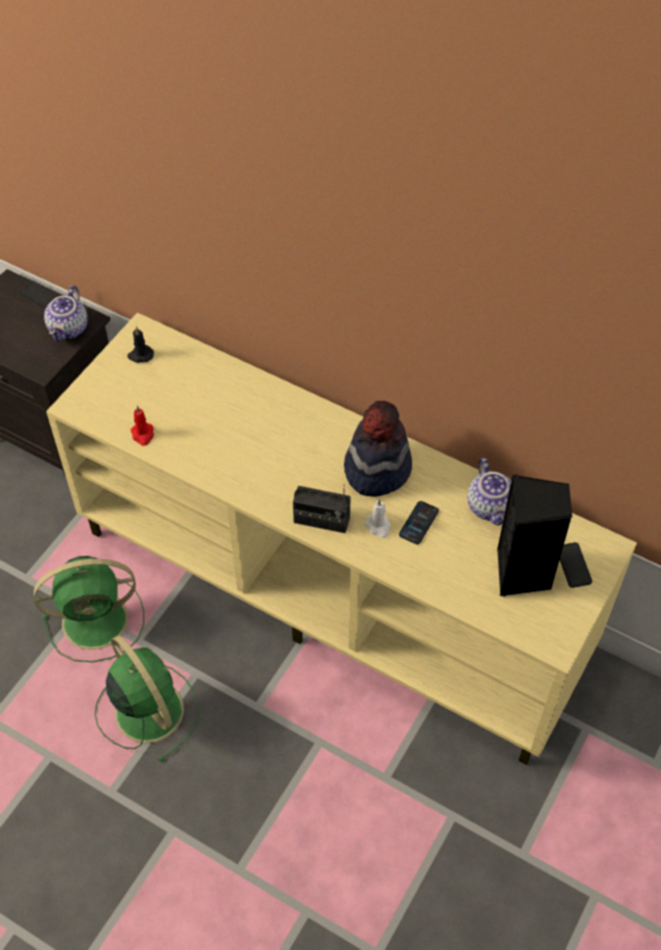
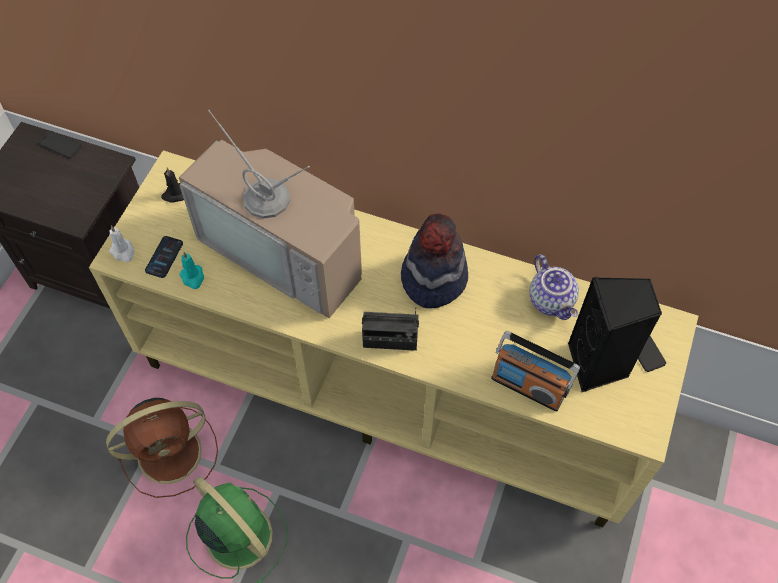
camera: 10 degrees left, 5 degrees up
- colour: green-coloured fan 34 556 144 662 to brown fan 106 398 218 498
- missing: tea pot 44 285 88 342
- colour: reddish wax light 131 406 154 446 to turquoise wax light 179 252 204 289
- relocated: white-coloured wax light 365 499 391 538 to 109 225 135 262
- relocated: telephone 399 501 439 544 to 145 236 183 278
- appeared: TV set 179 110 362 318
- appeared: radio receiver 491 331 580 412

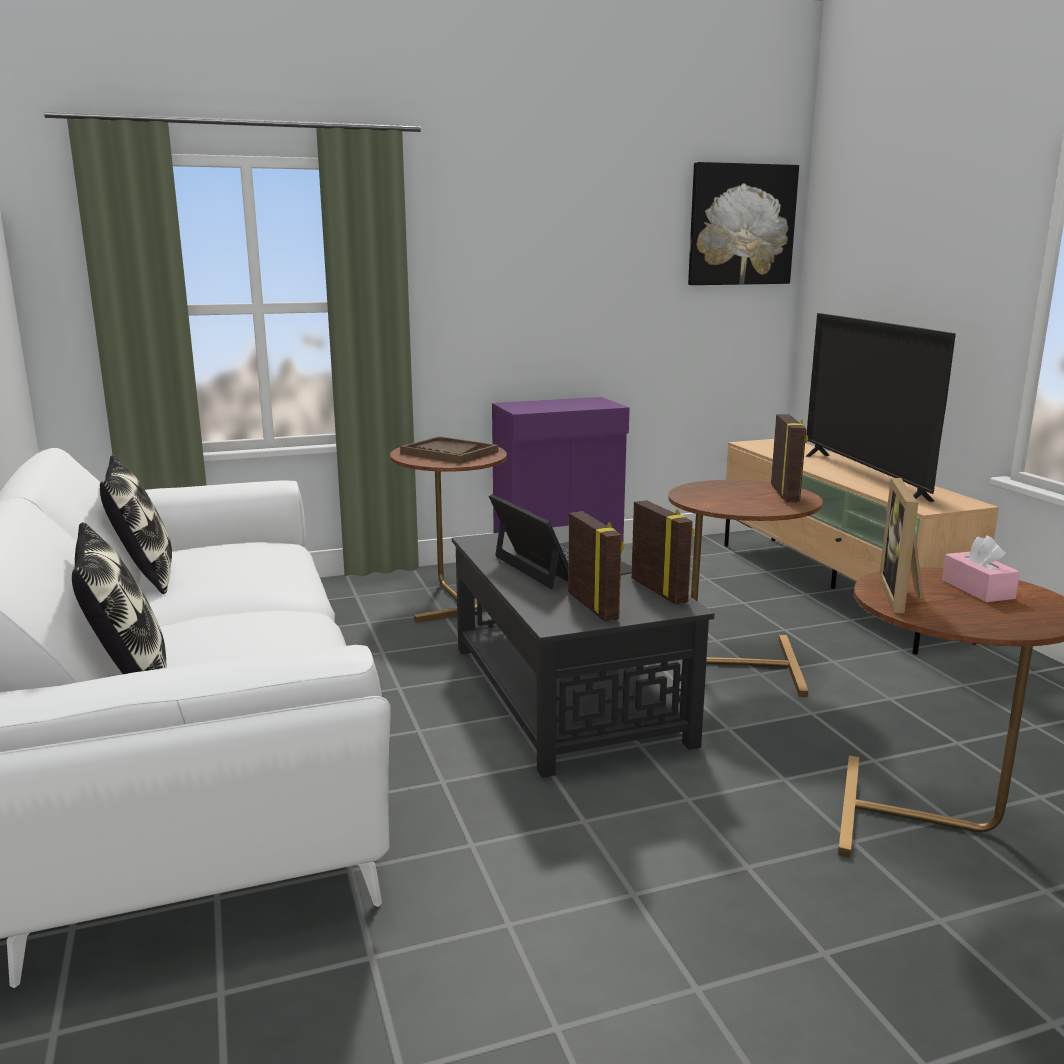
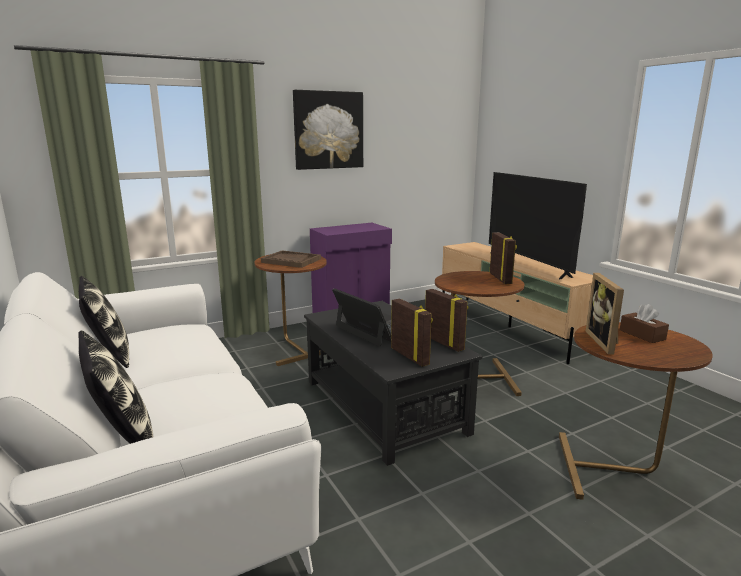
camera: 10 degrees left, 0 degrees up
- relocated: wall art 688 162 799 285 to 293 90 363 170
- colour: pink-coloured box of tissues 942 536 1020 602 to brown box of tissues 620 304 669 343

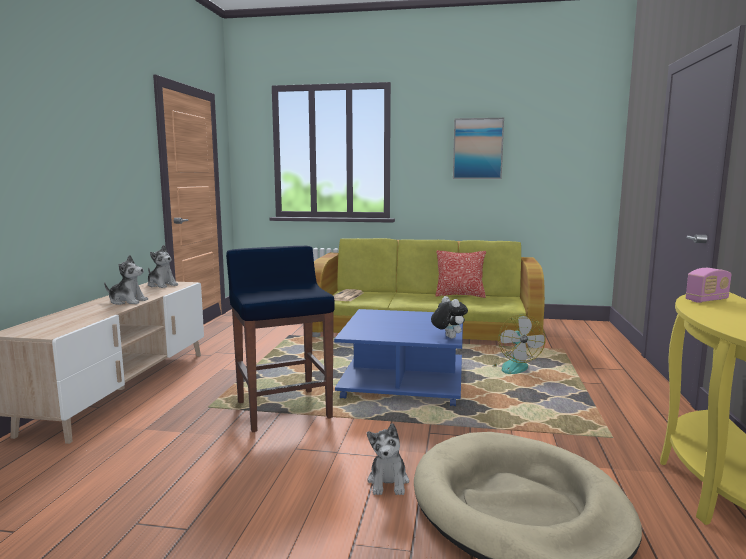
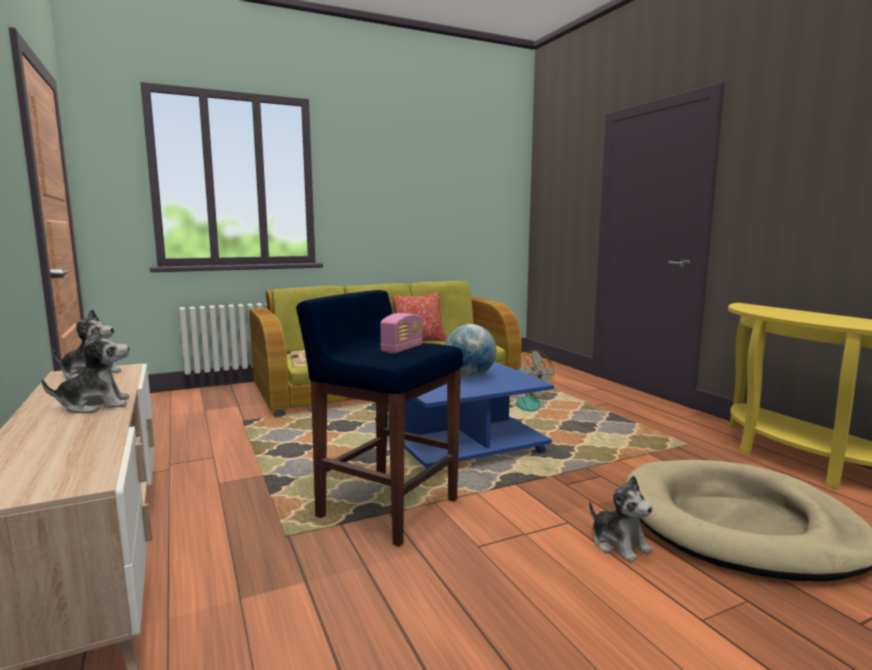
camera: 35 degrees left, 0 degrees up
- missing: cuddly toy 431 296 468 339
- missing: wall art 453 118 504 179
- relocated: radio receiver 686 268 731 303 to 380 313 423 354
- appeared: globe 445 324 496 377

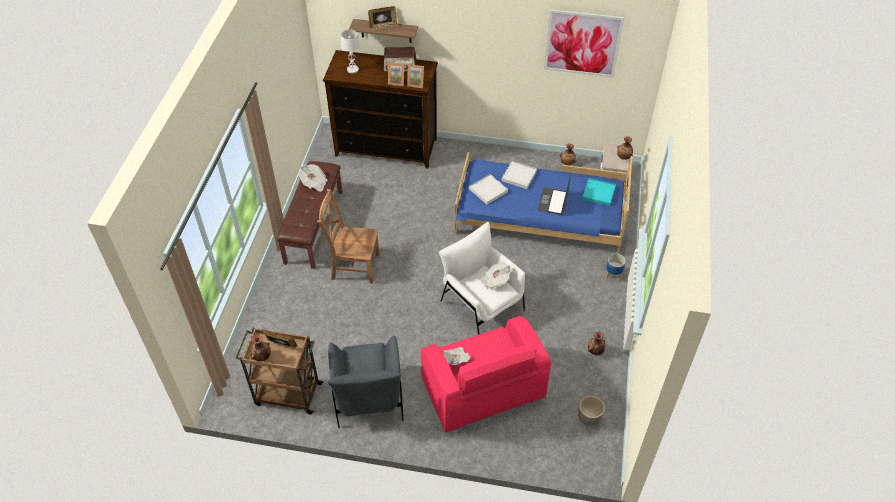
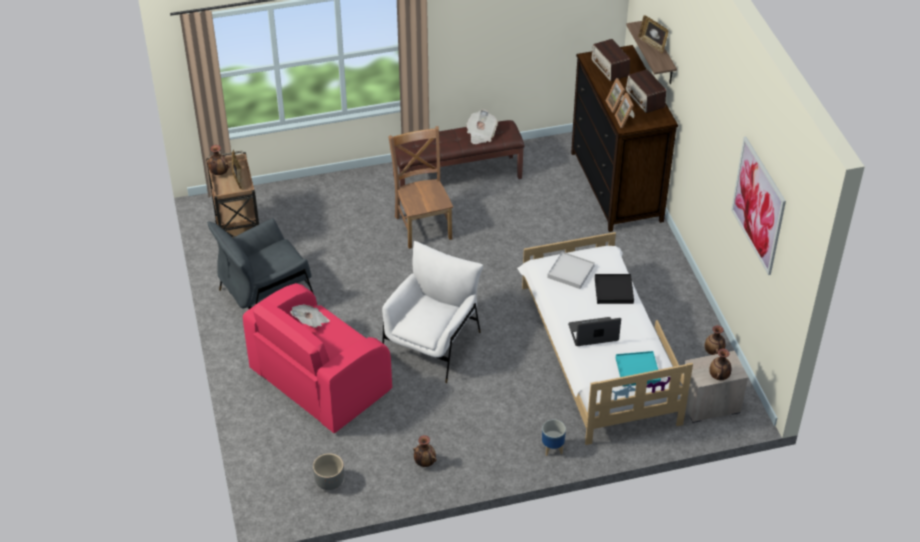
camera: 65 degrees right, 5 degrees down
- exchanged: white-coloured lamp for a table 341 30 360 73 to radio receiver 591 39 630 81
- colour: bluish bedroom bed 454 152 632 254 to white-coloured bedroom bed 517 232 693 445
- missing: daily paper 479 262 512 289
- colour: white-coloured serving tray 501 161 537 189 to black-coloured serving tray 595 274 634 304

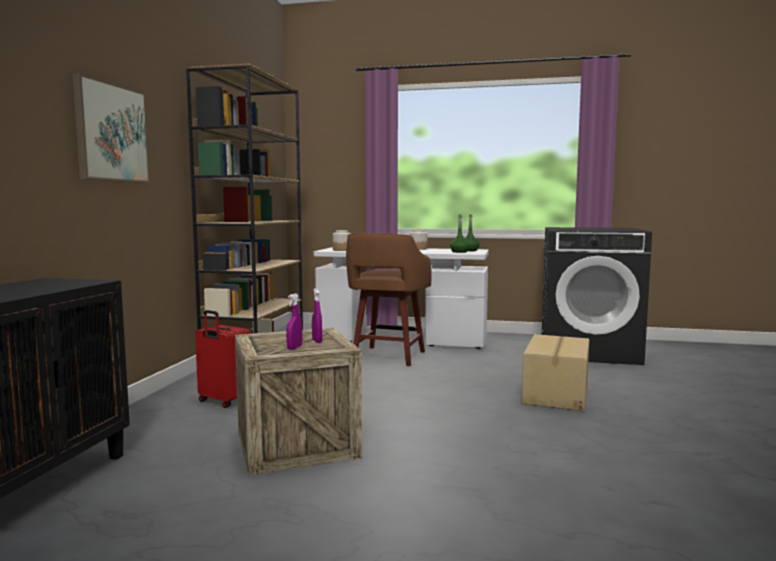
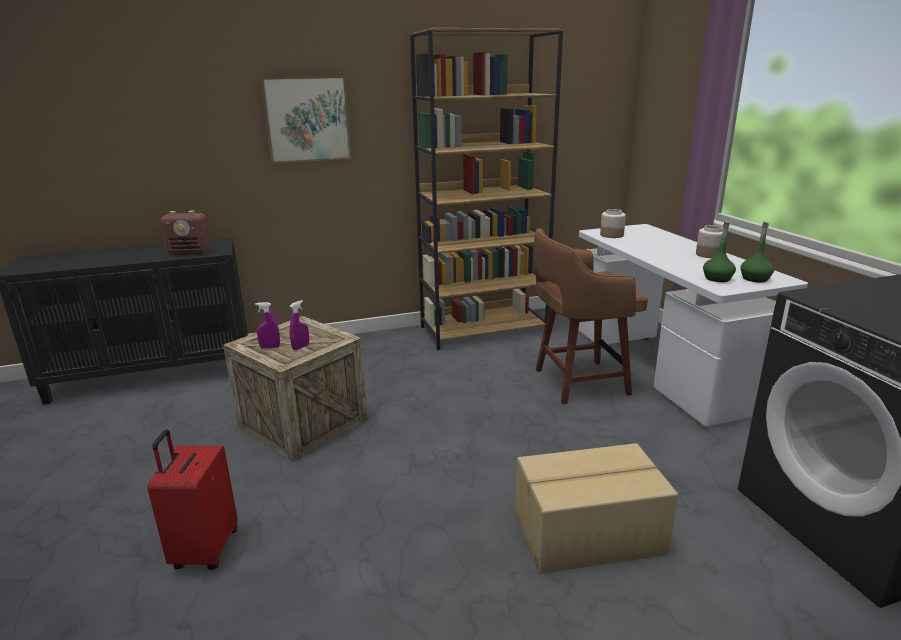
camera: 60 degrees right, 15 degrees up
- relocated: reddish piece of luggage 195 310 251 408 to 147 429 237 570
- appeared: radio receiver 161 210 211 255

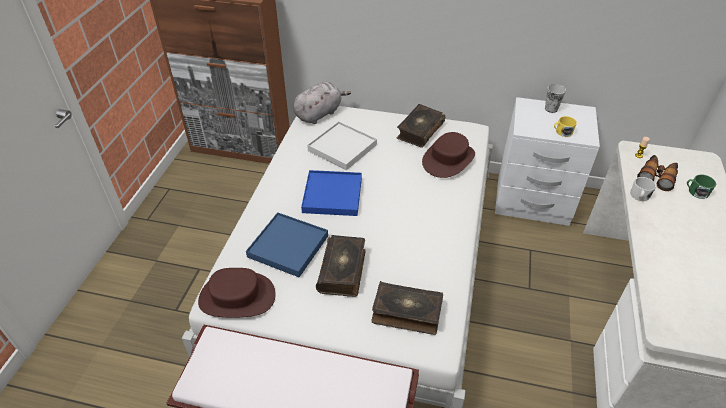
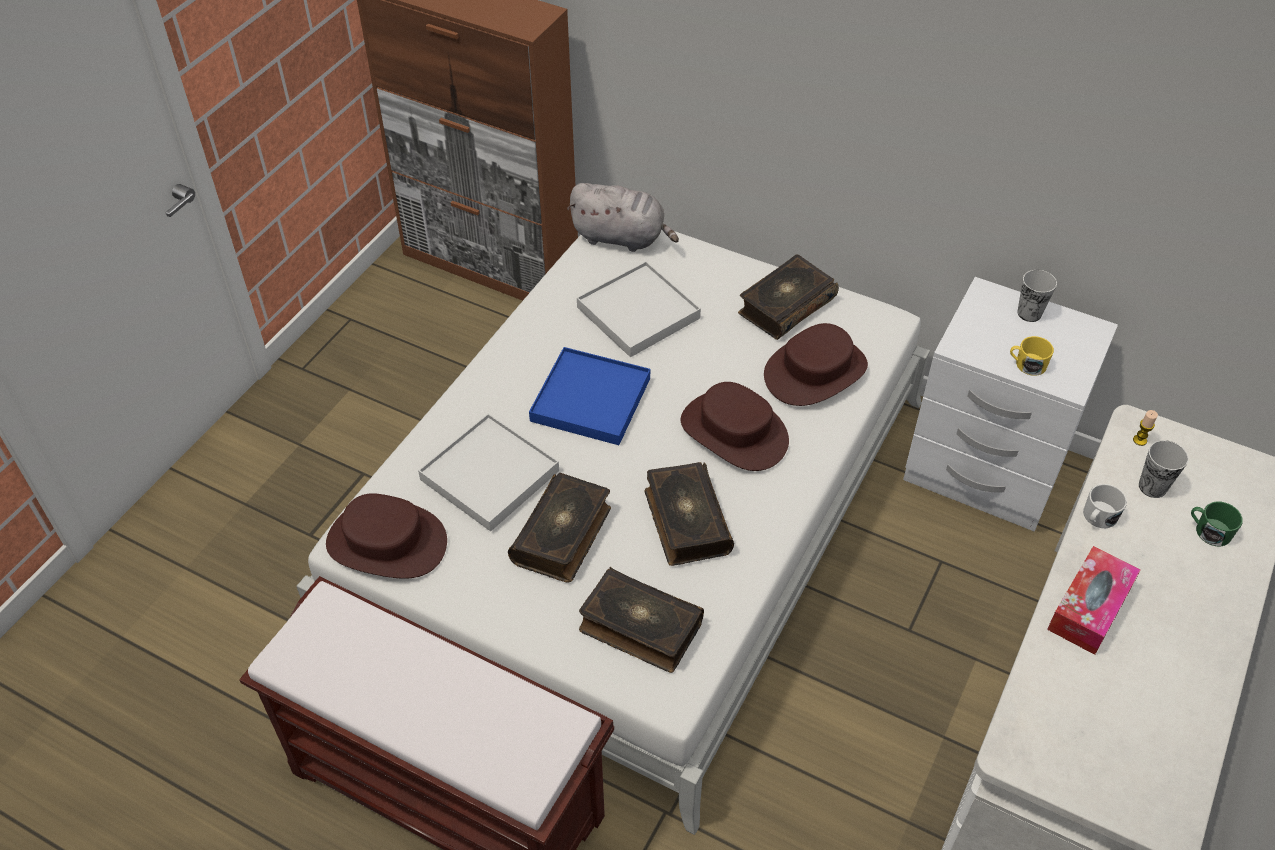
camera: 15 degrees right, 5 degrees up
- colour: bluish serving tray 246 212 328 277 to white-coloured serving tray 418 413 559 531
- spun: grey cuddly toy 293 82 351 124 = 567 183 679 252 45 degrees clockwise
- exchanged: binoculars 637 155 678 191 to cup 1139 440 1188 498
- appeared: volume 644 462 734 566
- appeared: brown clothing hat 681 382 789 471
- appeared: box of tissues 1047 546 1141 655

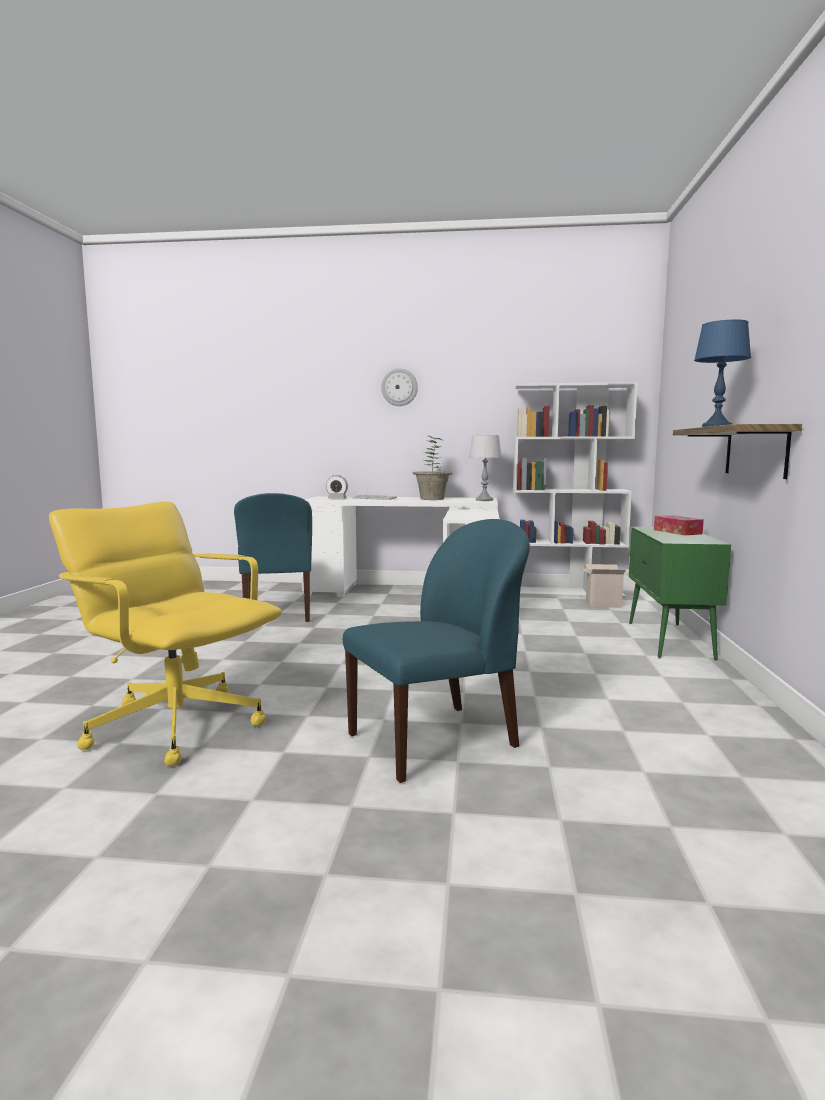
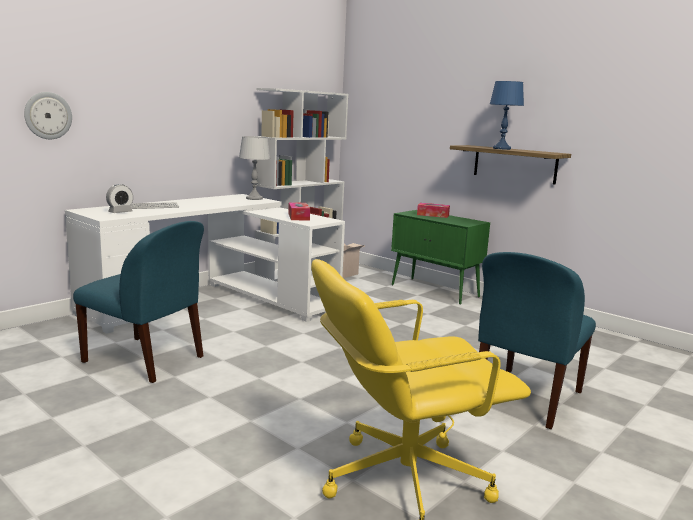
camera: 55 degrees left, 5 degrees up
- spun: bluish chair 343 519 530 783 = 478 252 596 429 150 degrees counterclockwise
- relocated: wall clock 381 368 418 406 to 24 92 72 139
- missing: potted plant 412 436 453 500
- appeared: box of tissues 288 202 310 221

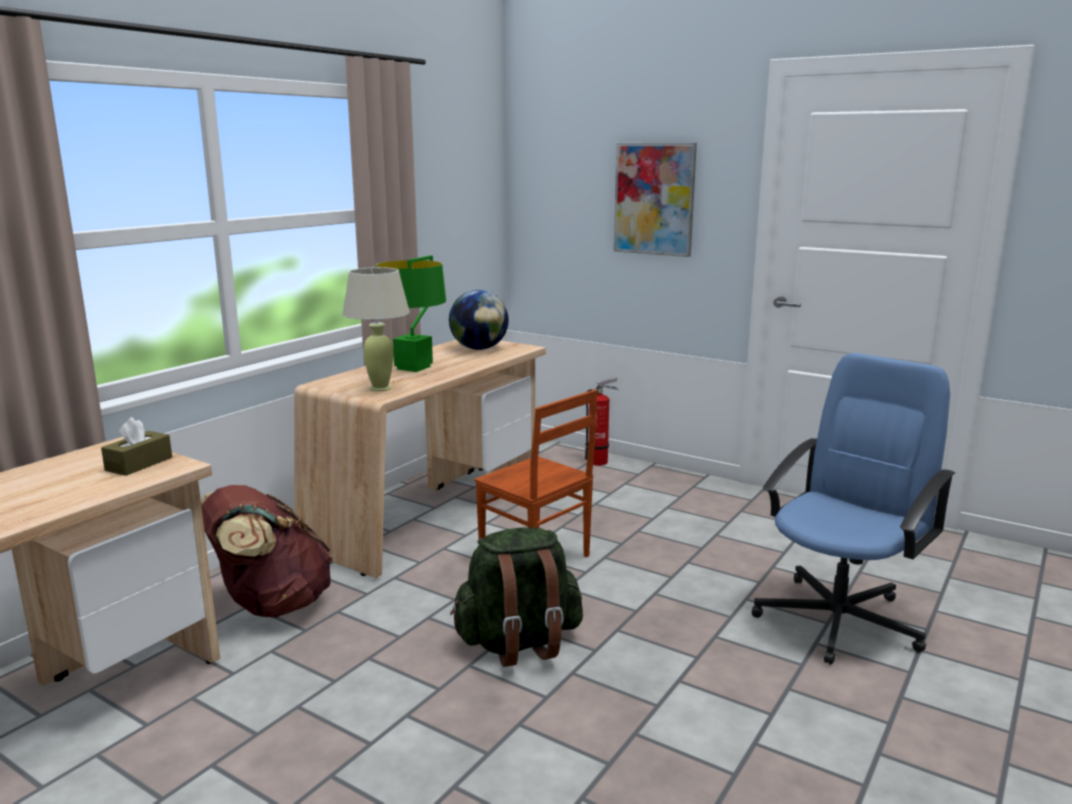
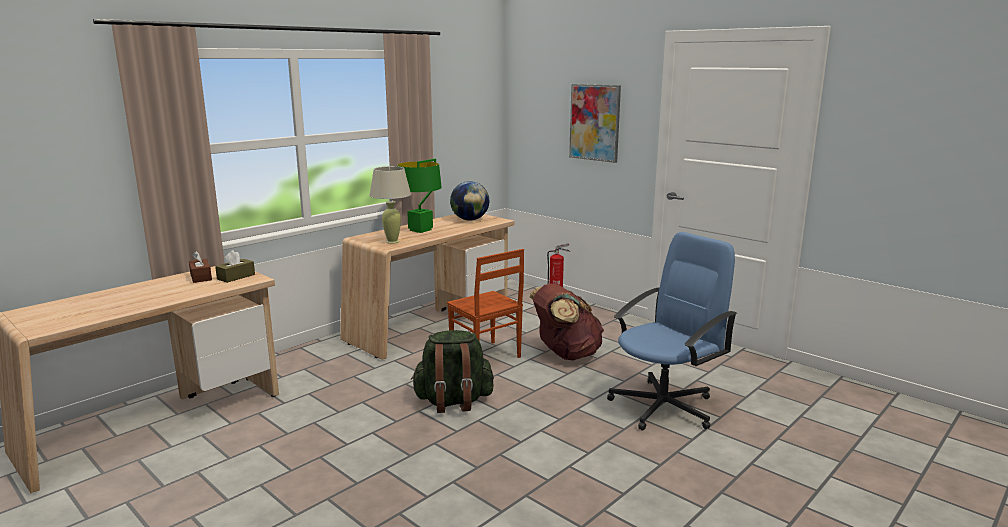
camera: 10 degrees right, 0 degrees up
- relocated: brown backpack 201 485 333 617 to 529 284 604 360
- appeared: brown box of tissues 189 251 212 283

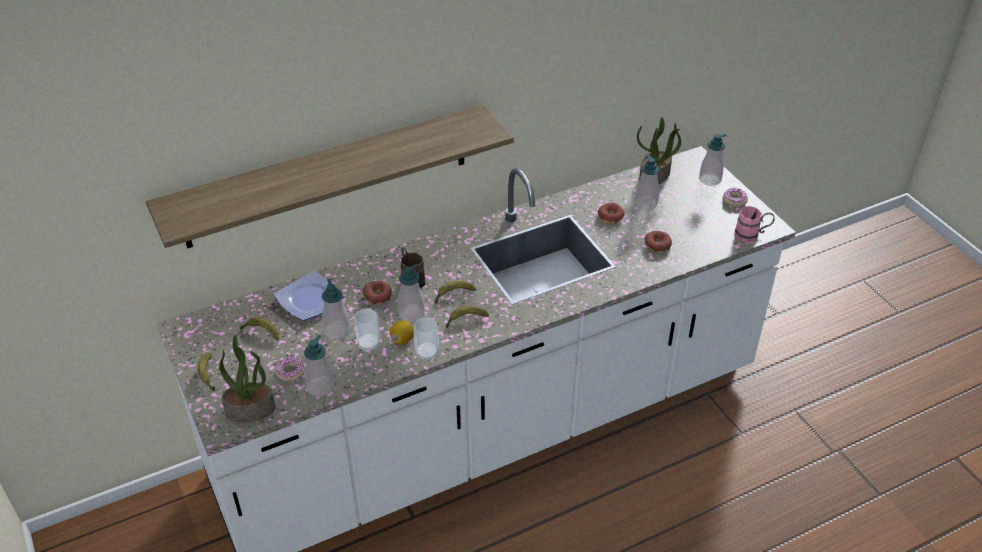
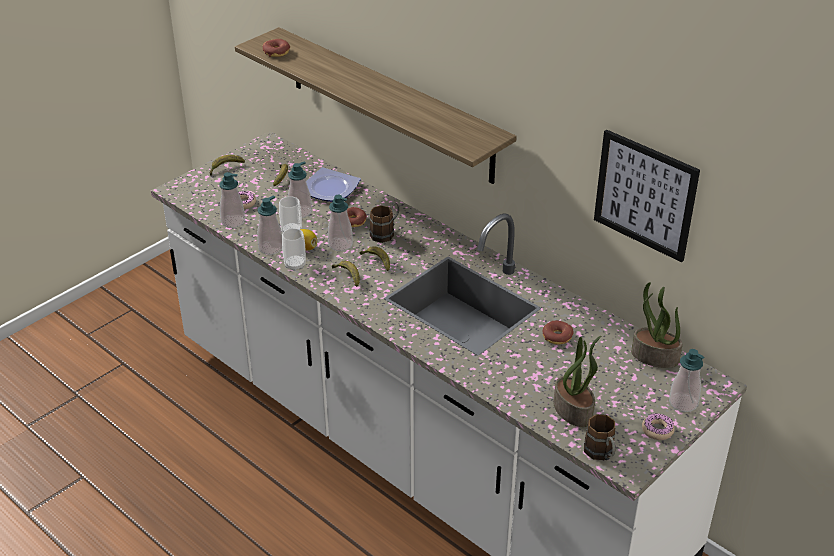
camera: 70 degrees right, 5 degrees down
- relocated: potted plant 219 335 275 422 to 553 336 601 427
- relocated: soap dispenser 635 154 659 210 to 257 196 282 255
- relocated: donut 644 231 672 252 to 263 39 290 57
- colour: pink-coloured mug 734 206 775 243 to brown mug 584 414 615 460
- appeared: wall art 594 130 700 262

